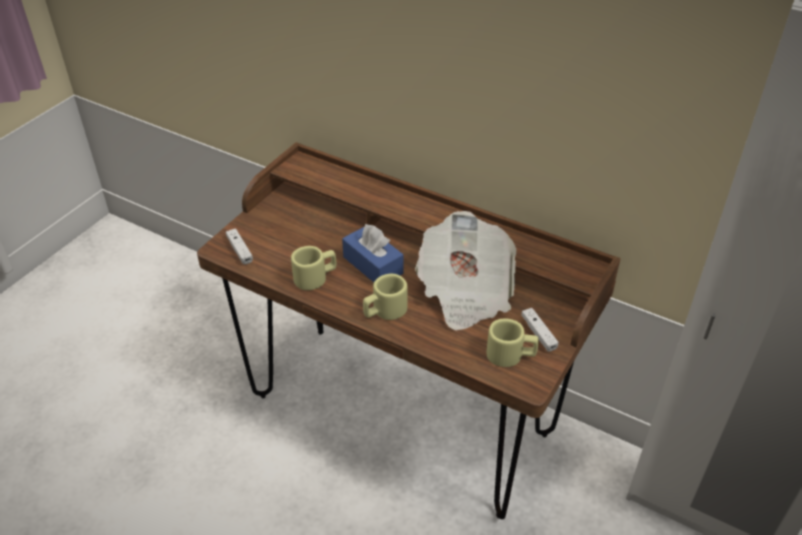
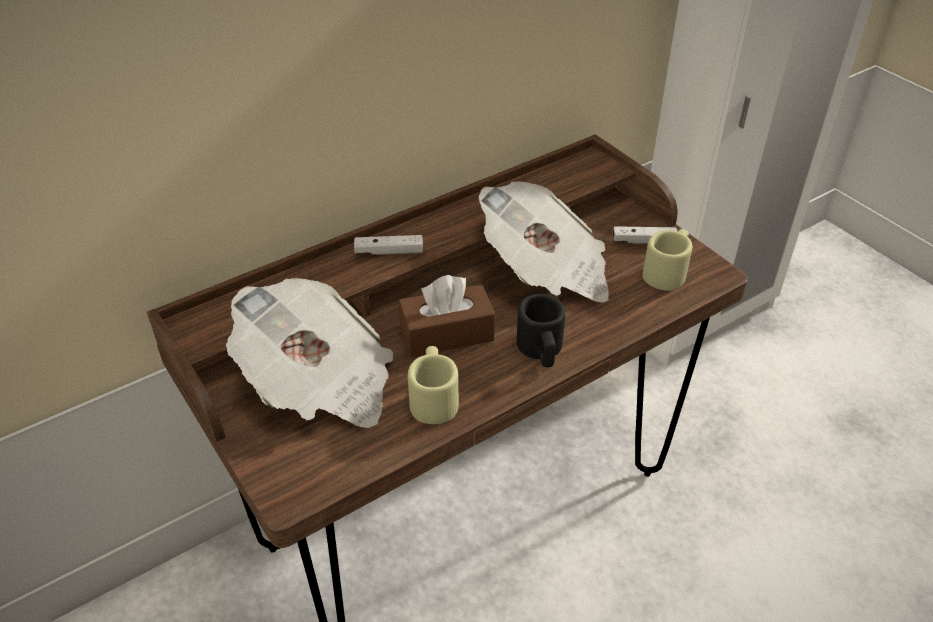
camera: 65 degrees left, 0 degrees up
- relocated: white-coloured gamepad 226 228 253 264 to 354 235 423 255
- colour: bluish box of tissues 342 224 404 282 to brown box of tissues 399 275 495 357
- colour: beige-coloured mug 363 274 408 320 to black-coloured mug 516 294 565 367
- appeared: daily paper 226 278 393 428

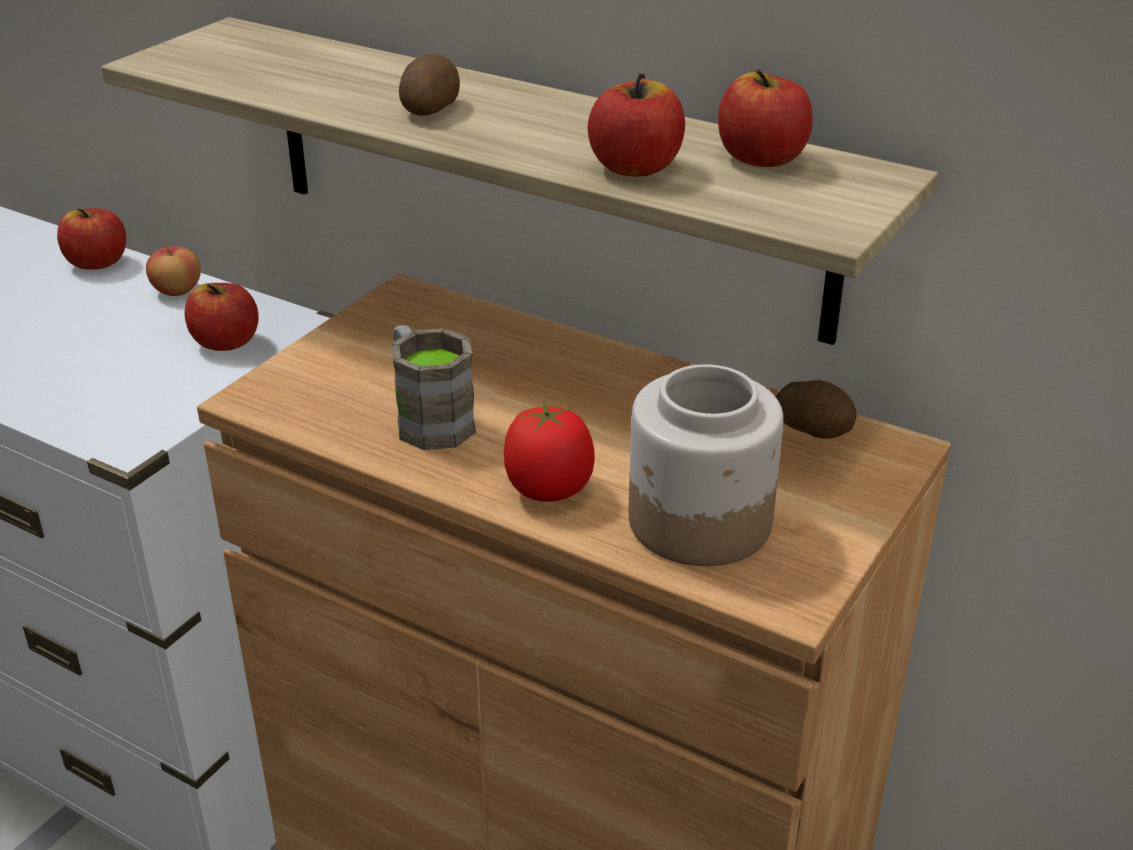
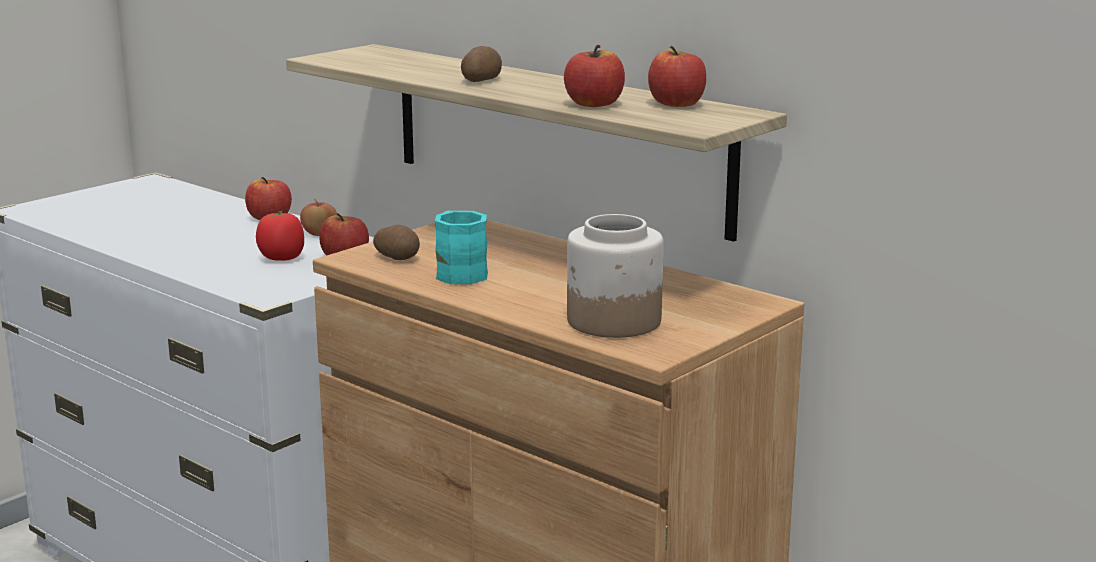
camera: 10 degrees right, 15 degrees down
- colour: brown mug 391 325 476 450 to turquoise mug 435 211 488 284
- relocated: whole tomato 504 402 595 502 to 256 211 304 261
- relocated: spud 776 380 857 438 to 373 225 420 260

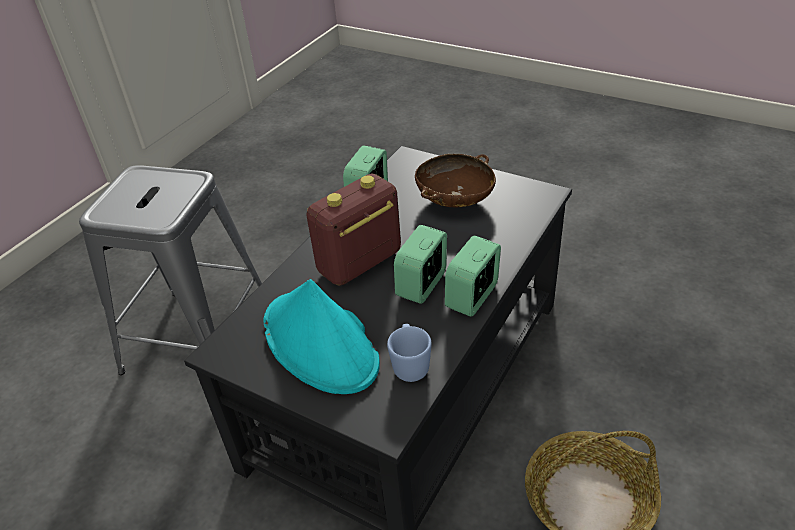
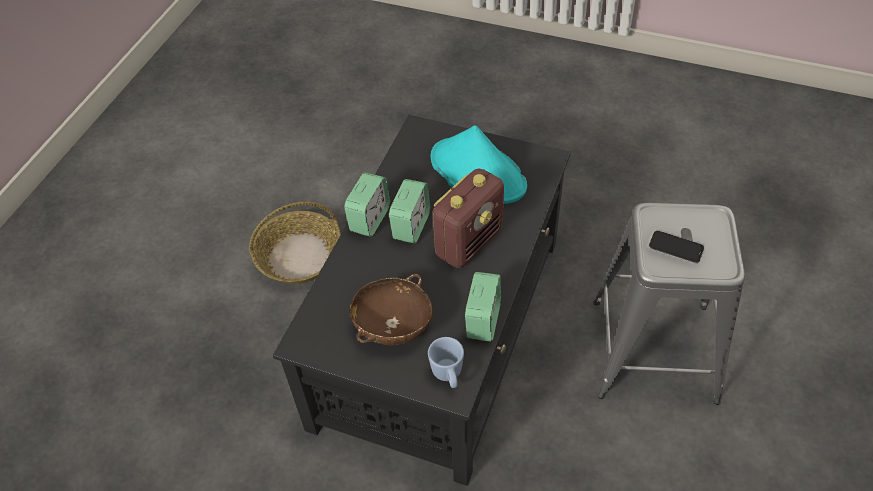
camera: 170 degrees right, 10 degrees up
- relocated: bluish mug 387 324 431 382 to 428 337 464 388
- appeared: telephone 649 231 704 263

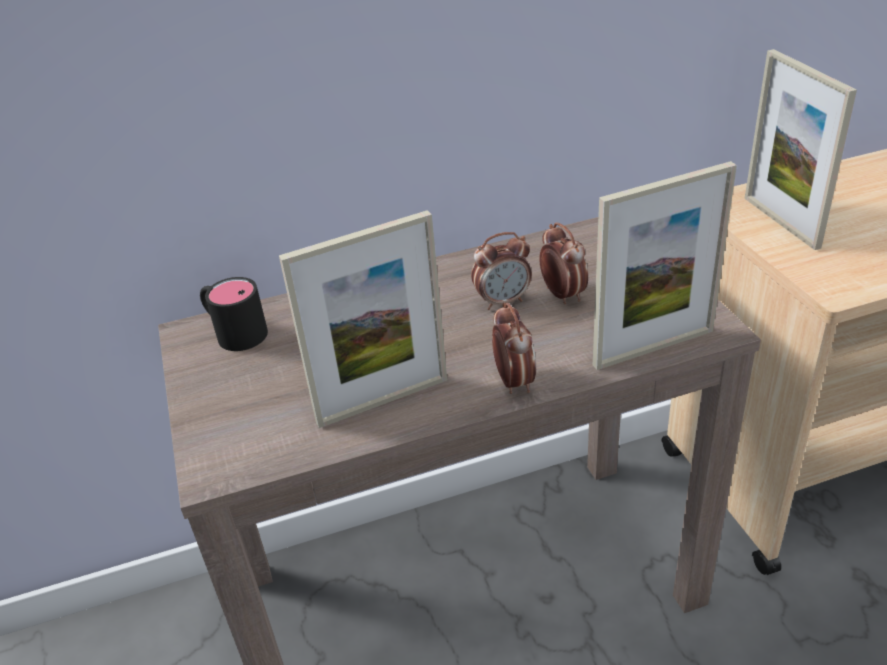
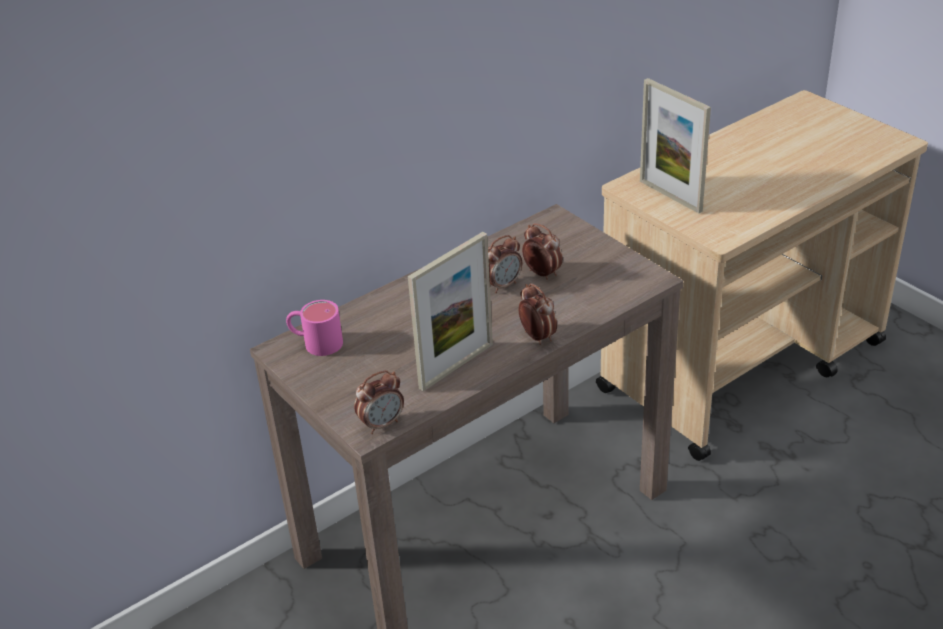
camera: 20 degrees left, 0 degrees up
- colour: black-coloured mug 200 277 268 351 to pink-coloured mug 286 300 343 356
- missing: standing frame 593 161 737 370
- appeared: bedside clock 354 370 404 434

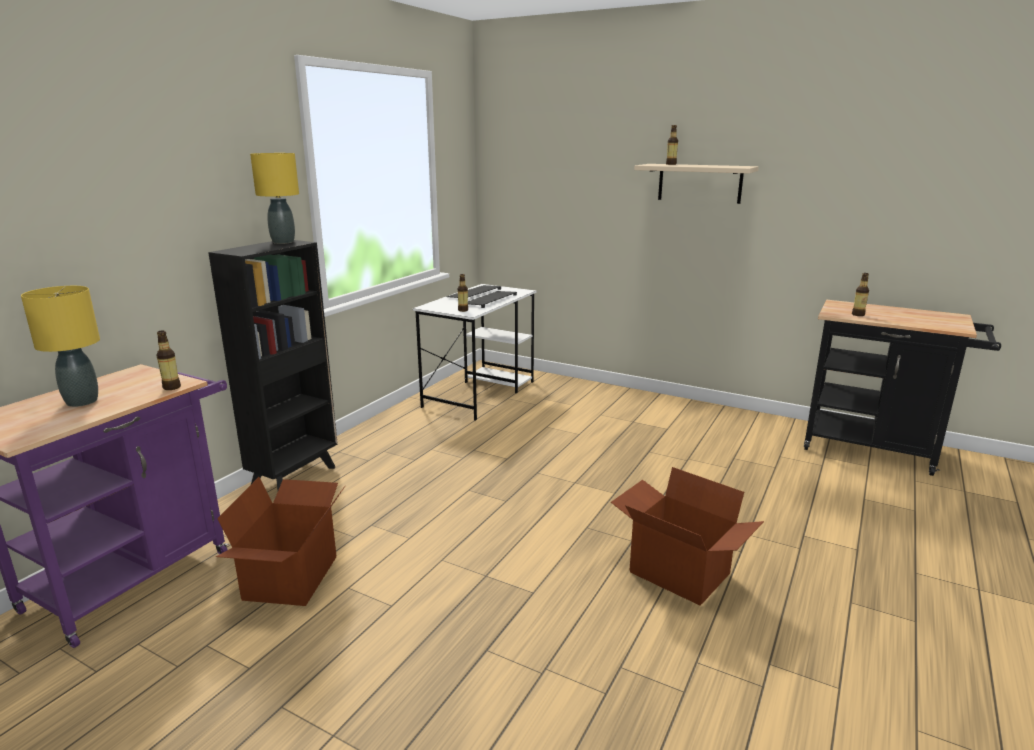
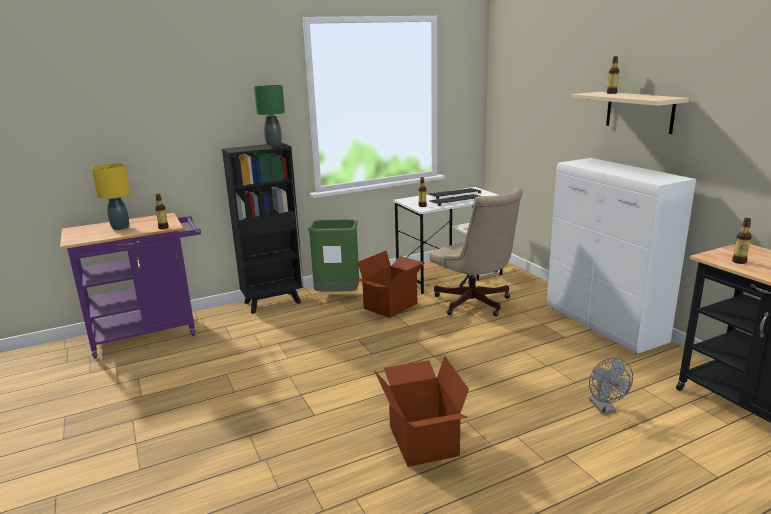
camera: 35 degrees right, 0 degrees up
- relocated: carton 216 477 345 606 to 354 250 424 318
- colour: yellowish lamp for a table 250 153 299 244 to green-coloured lamp for a table 254 85 285 146
- appeared: green-coloured rubbish bin 308 219 359 291
- appeared: beige-coloured office chair 429 188 523 316
- appeared: white-coloured storage cabinet 547 158 696 354
- appeared: grey fan 588 358 633 414

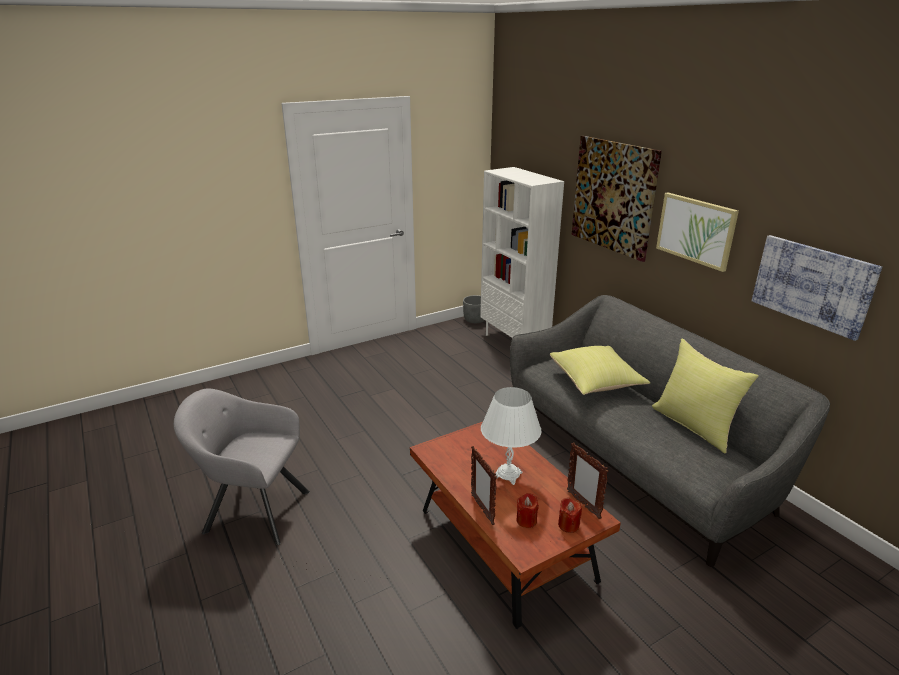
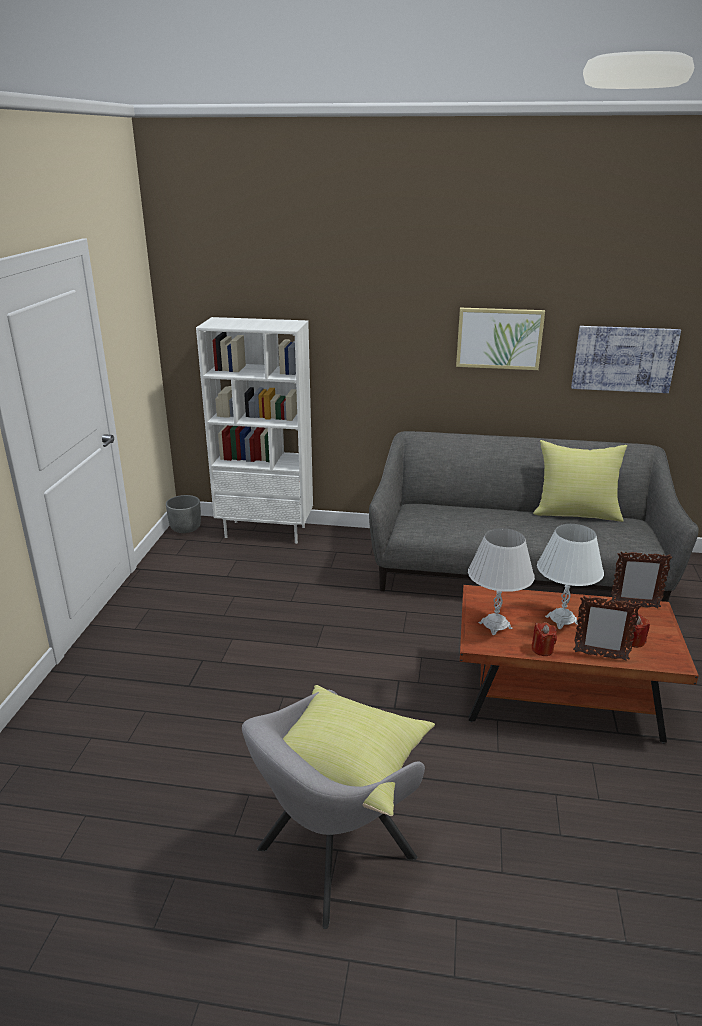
camera: 50 degrees left, 0 degrees up
- relocated: yellowish pillow 550 346 650 395 to 283 685 435 816
- relocated: reddish wax light 558 497 582 533 to 532 622 557 656
- missing: wall art 572 136 662 262
- appeared: white-coloured lamp for a table 468 528 535 635

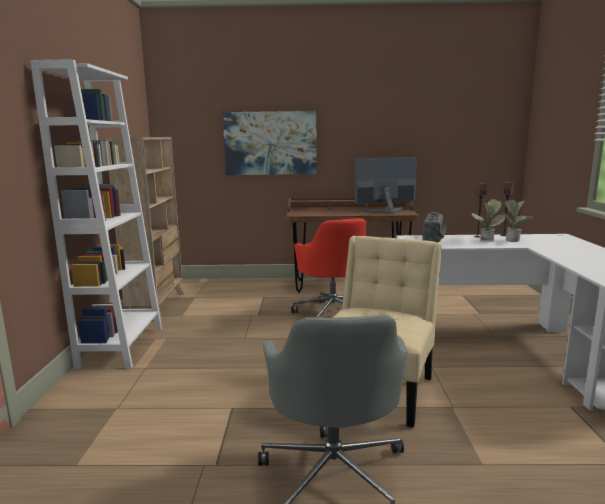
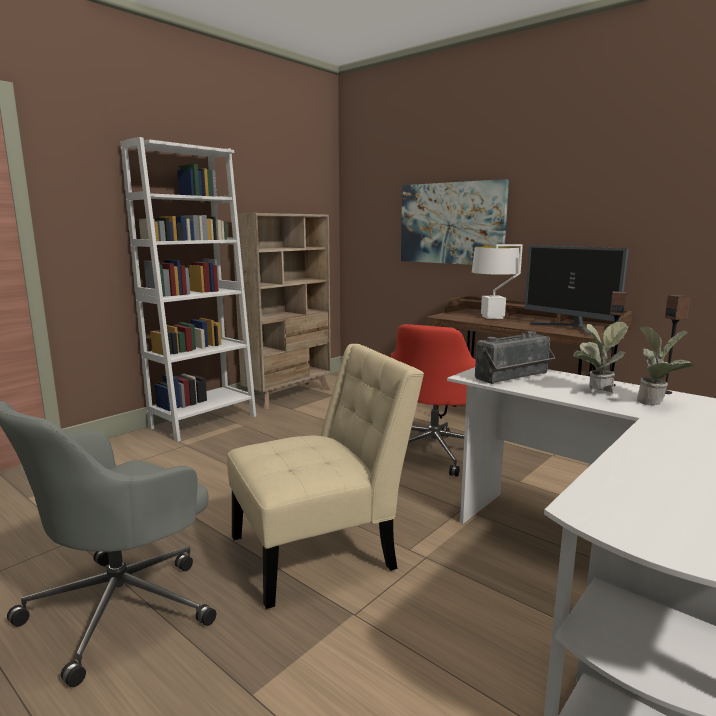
camera: 40 degrees right, 0 degrees up
- spun: computer screen 355 157 417 214 = 524 245 629 335 150 degrees counterclockwise
- appeared: white-coloured lamp for a table 472 244 523 319

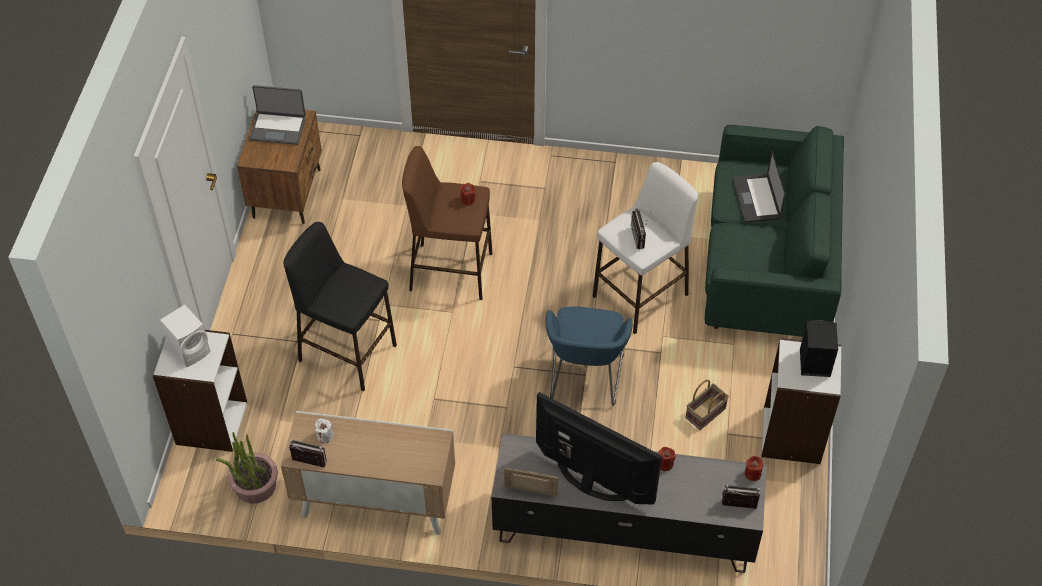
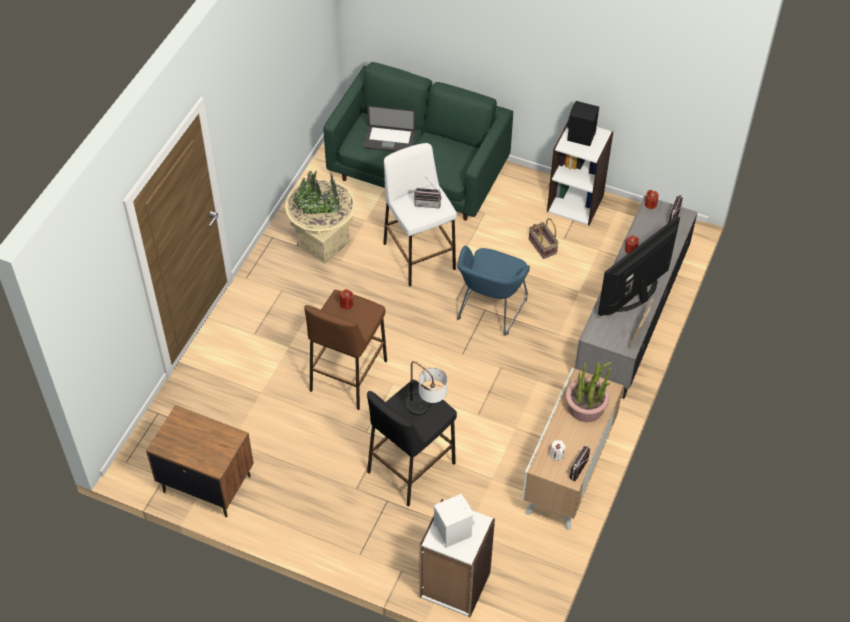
camera: 75 degrees left, 0 degrees up
- relocated: potted plant 216 432 278 503 to 566 361 612 422
- missing: portable computer 249 85 306 145
- spun: bluish easy chair 545 306 633 406 = 457 245 530 336 90 degrees clockwise
- appeared: beige-coloured flower pot 285 171 355 264
- appeared: lamp for a table 405 361 447 415

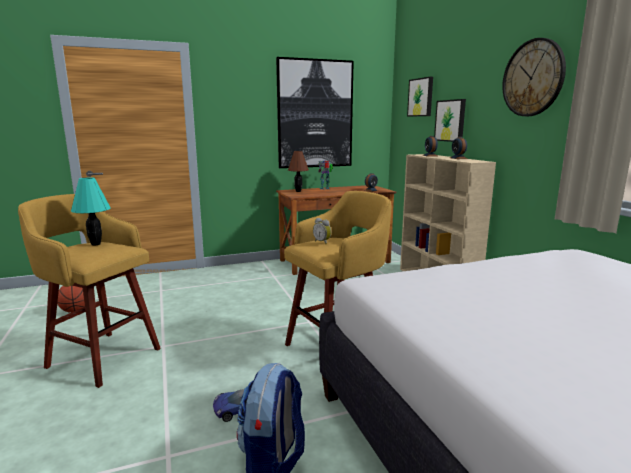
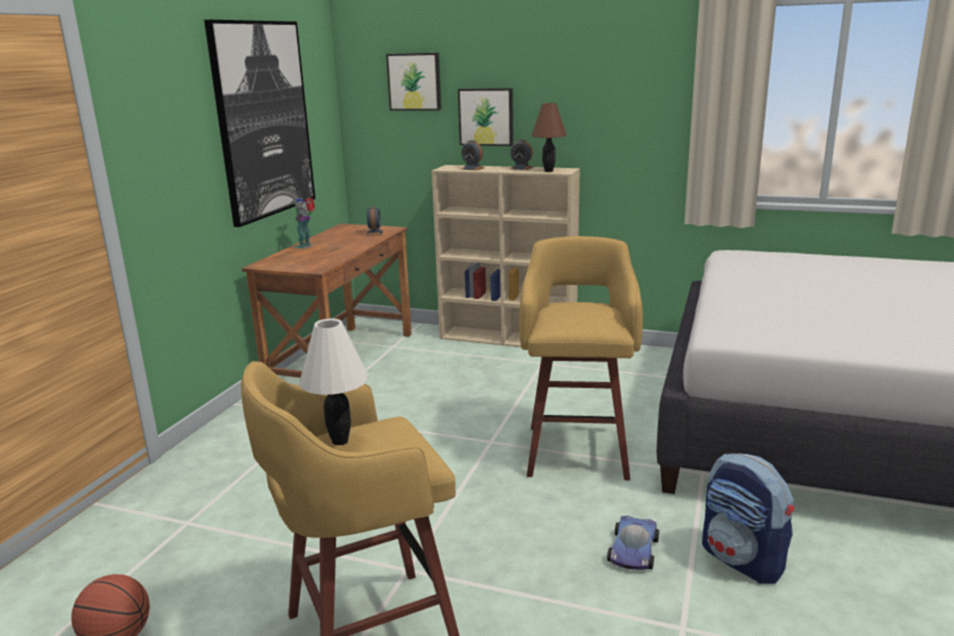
camera: 50 degrees left, 5 degrees up
- colour: turquoise lamp for a table 71 177 111 246 to white-coloured lamp for a table 299 319 368 445
- relocated: brown lamp for a table 288 151 309 192 to 532 103 566 172
- missing: bedside clock 313 218 331 244
- missing: wall clock 502 38 566 116

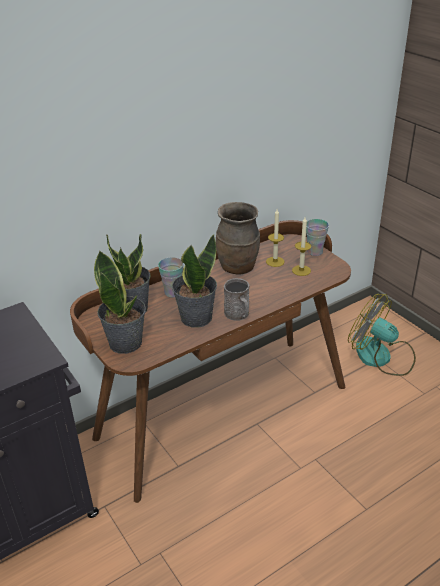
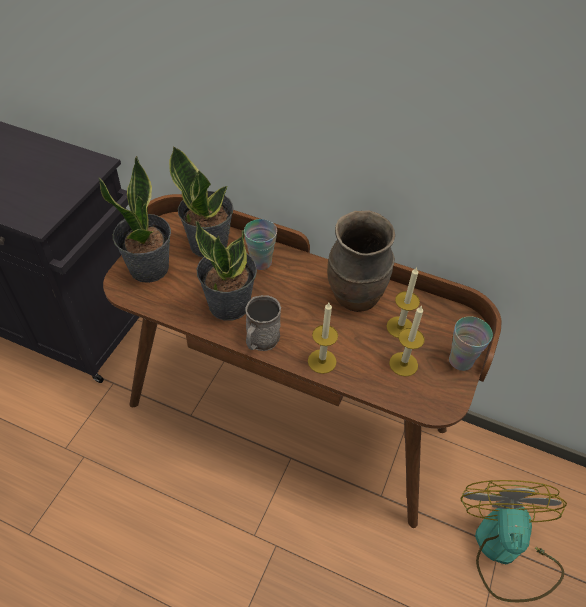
camera: 55 degrees right, 15 degrees up
- appeared: wax light 308 303 338 374

